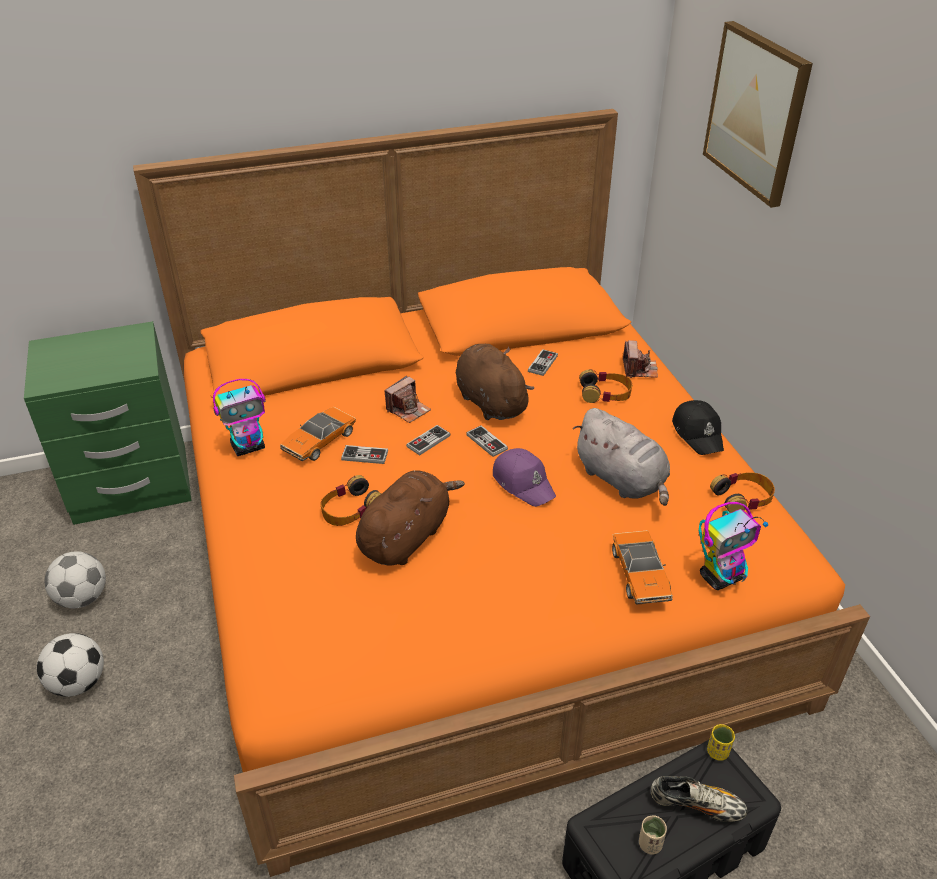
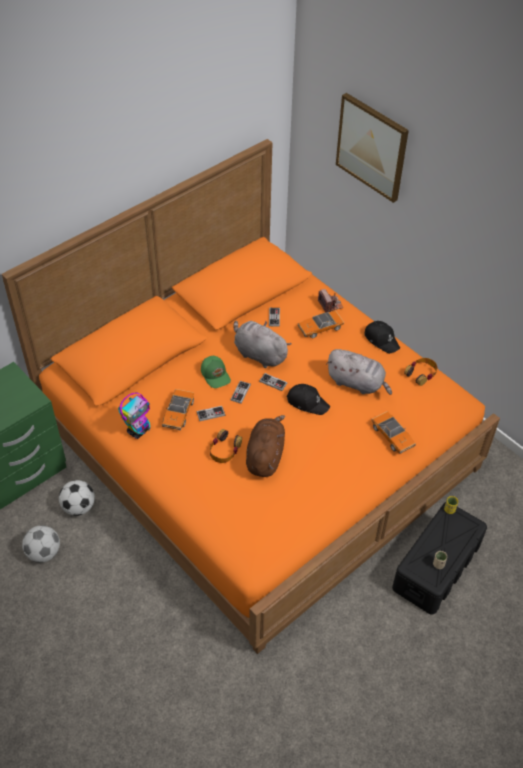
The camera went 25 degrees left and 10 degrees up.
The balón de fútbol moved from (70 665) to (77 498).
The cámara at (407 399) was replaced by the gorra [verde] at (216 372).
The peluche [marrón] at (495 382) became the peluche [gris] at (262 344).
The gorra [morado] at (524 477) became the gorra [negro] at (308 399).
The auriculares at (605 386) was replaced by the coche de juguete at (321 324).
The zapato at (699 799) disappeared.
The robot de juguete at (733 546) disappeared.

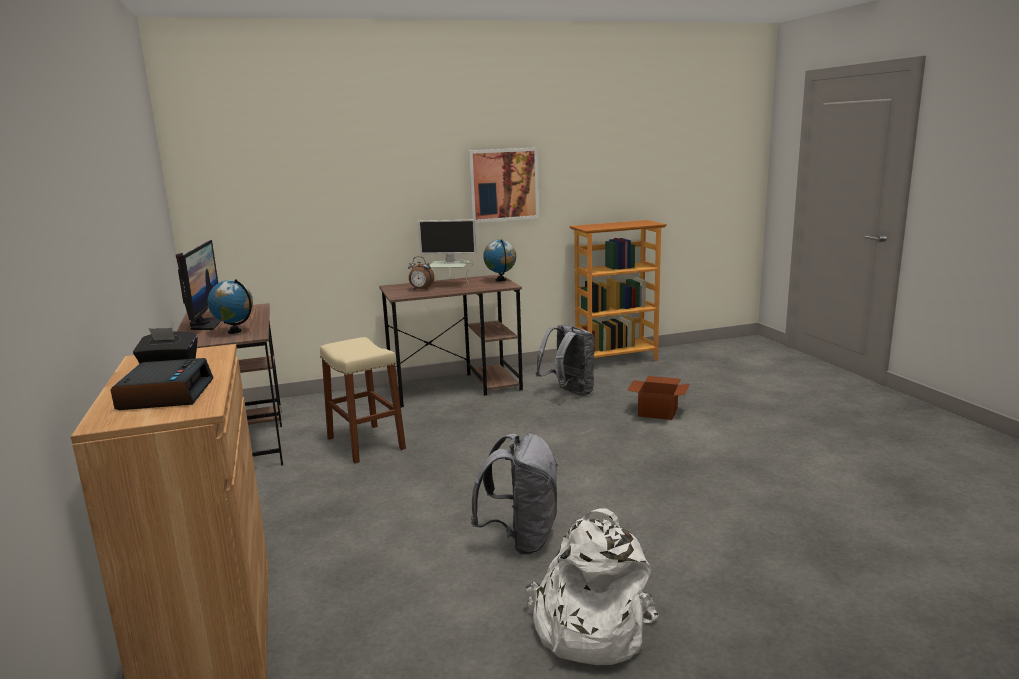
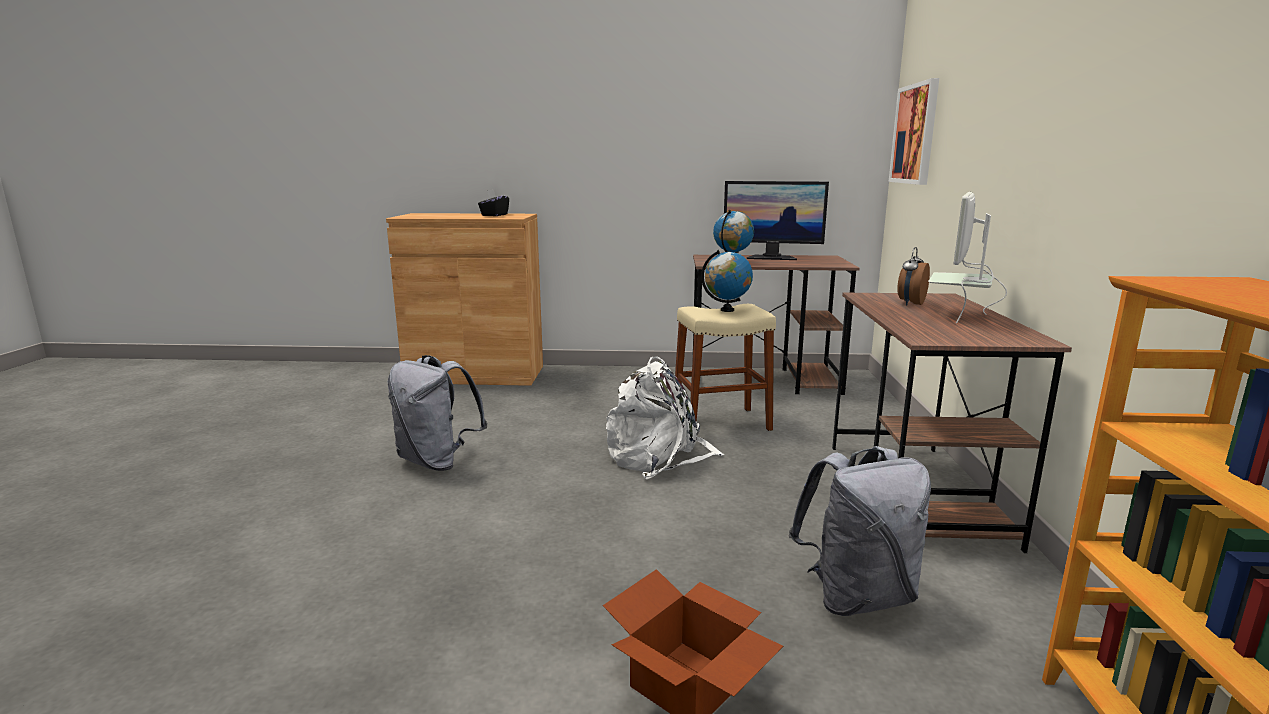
The camera went 110 degrees right and 0 degrees up.
The despertador at (162 384) disappeared.
The cuadro moved from (503 185) to (914 131).
The globo terráqueo moved from (499 260) to (727 281).
The mochila [blanco] moved from (592 586) to (665 418).

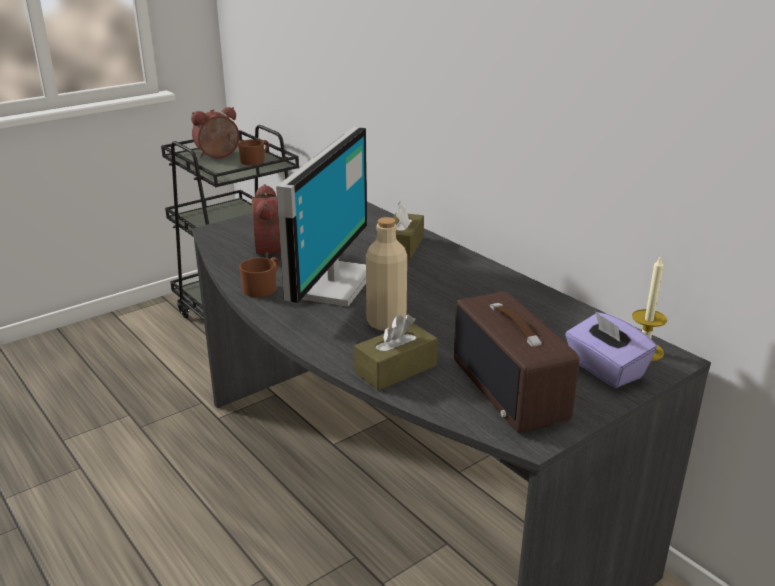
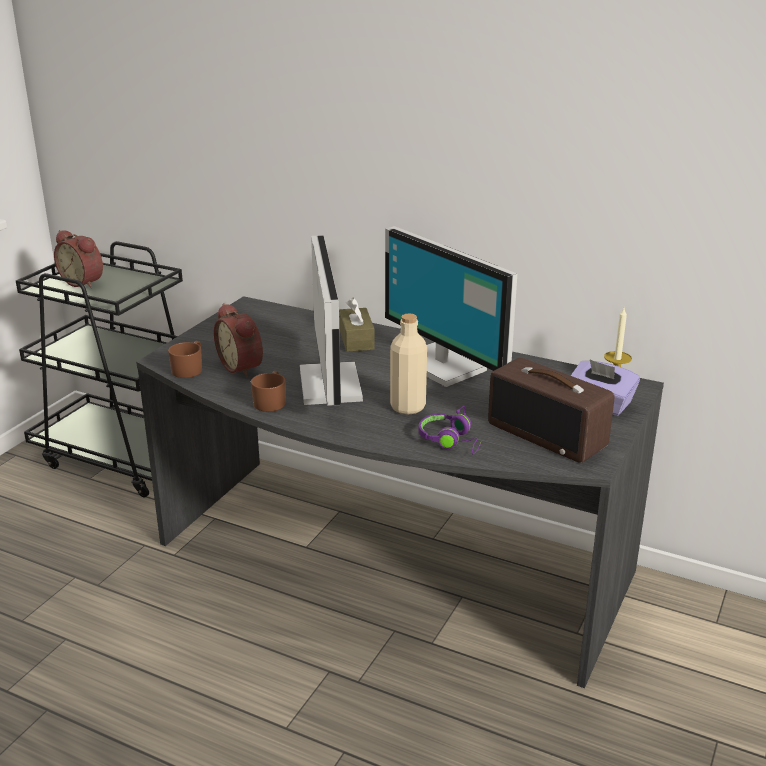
The camera went 25 degrees left and 0 degrees up.
The despertador at (215 133) turned 90 degrees counterclockwise.
The taza grande [marrón] moved from (253 152) to (185 359).
The caja de pañuelos [marrón] at (395 352) was replaced by the auriculares [morado] at (450 430).
The monitor at (451 306) appeared.

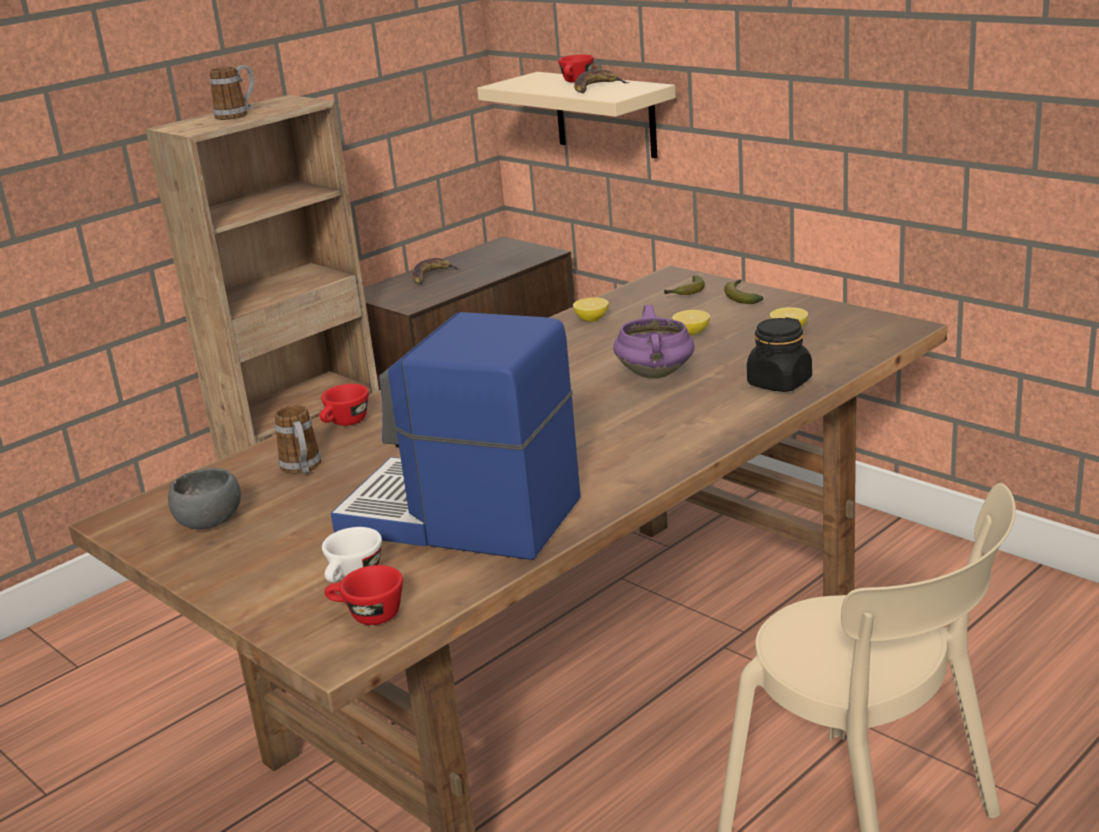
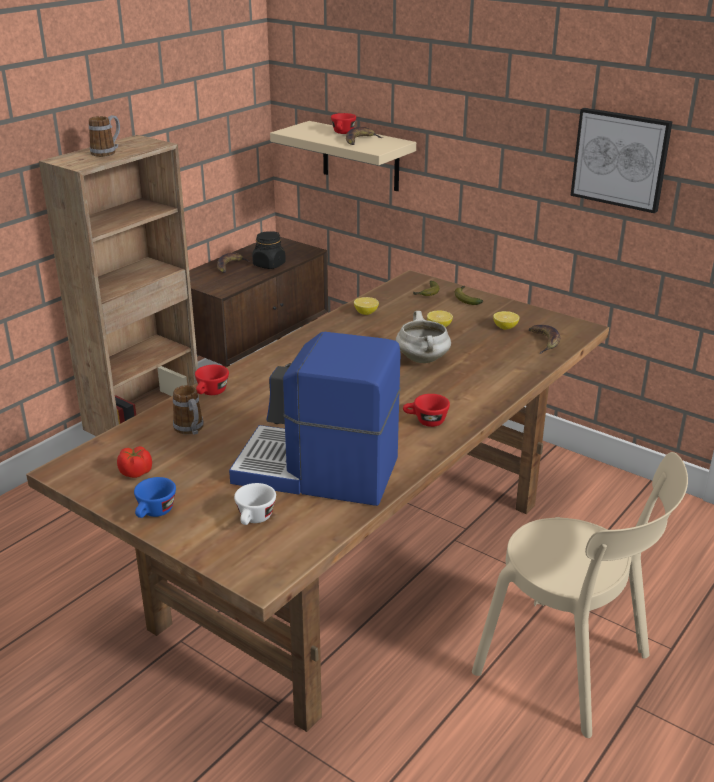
The camera went 10 degrees left and 5 degrees up.
The cuenco [gris] at (204 498) was replaced by the tomate at (134 462).
The taza [rojo] moved from (363 595) to (426 410).
The olla [morado] at (653 342) became the olla [blanco] at (423 337).
The tarro [negro] moved from (779 354) to (269 250).
The taza [azul] at (155 497) appeared.
The plátano at (544 339) appeared.
The cuadro at (621 160) appeared.

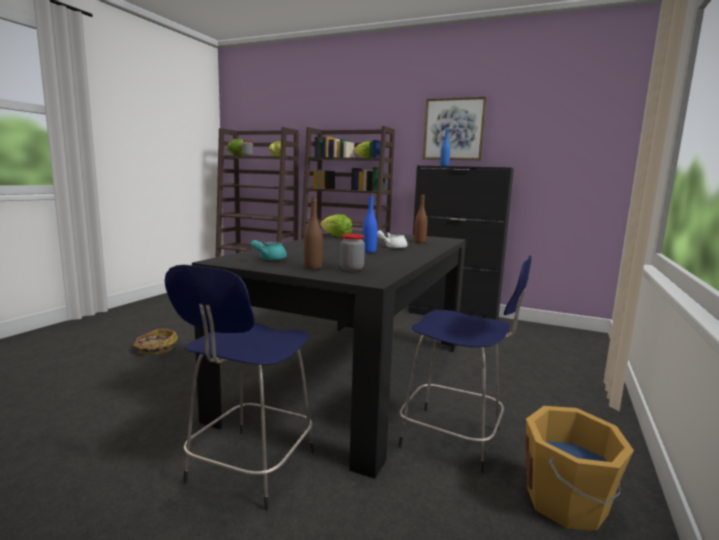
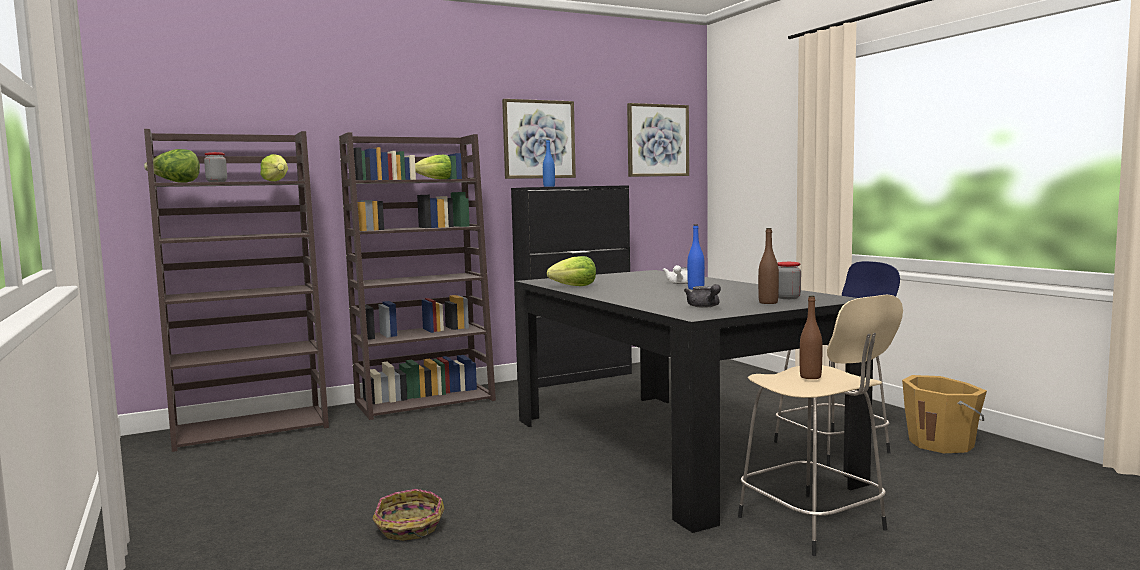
The camera went 50 degrees left and 5 degrees down.
The taburete [azul] at (239 388) became the taburete [beis] at (820 425).
The tetera [turquesa] at (269 250) became the tetera [gris] at (702 295).
The botella [marrón] moved from (420 218) to (811 337).
The cuadro at (658 140) appeared.

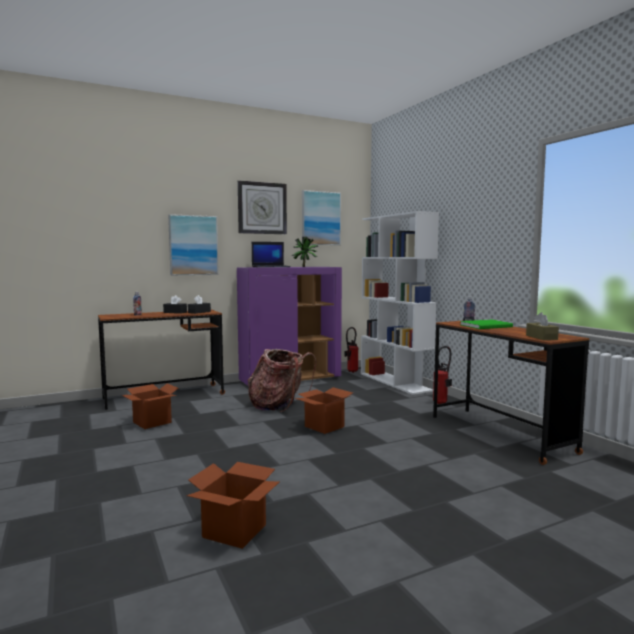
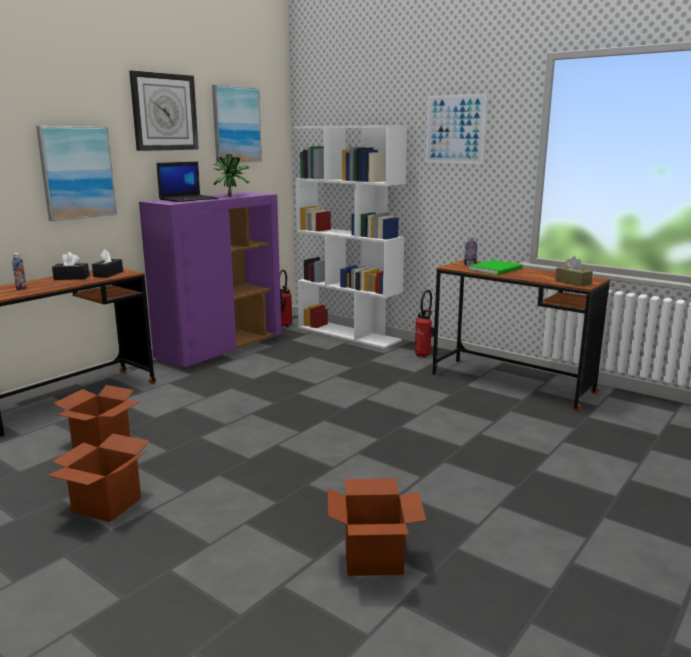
The camera went 25 degrees left and 10 degrees up.
The mochila at (282 380) disappeared.
The caja de cartón moved from (324 410) to (98 477).
The cuadro at (456 128) appeared.

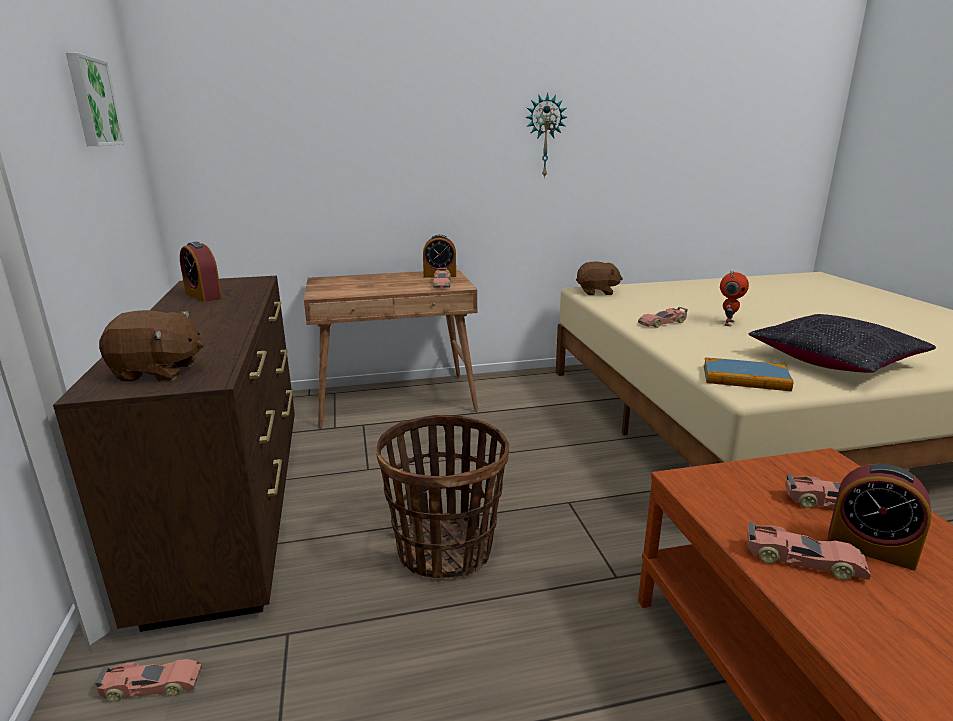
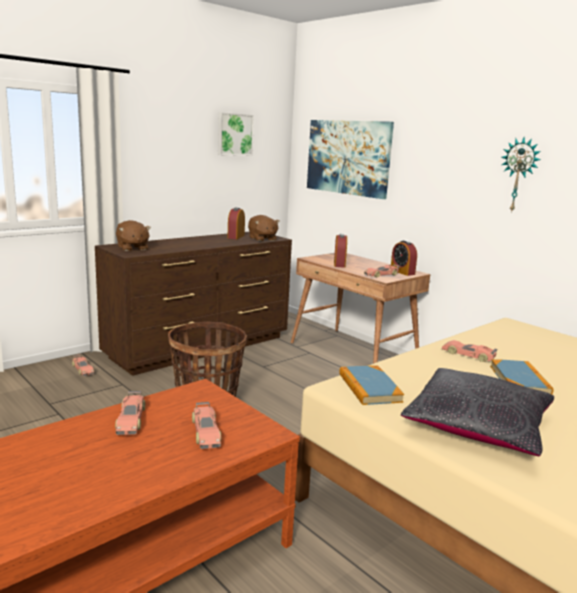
The camera went 60 degrees right and 5 degrees down.
The peluche [marrón] moved from (599 278) to (264 228).
The robot de juguete at (734 298) was replaced by the libro at (521 376).
The despertador moved from (880 517) to (340 251).
The cuadro at (350 159) appeared.

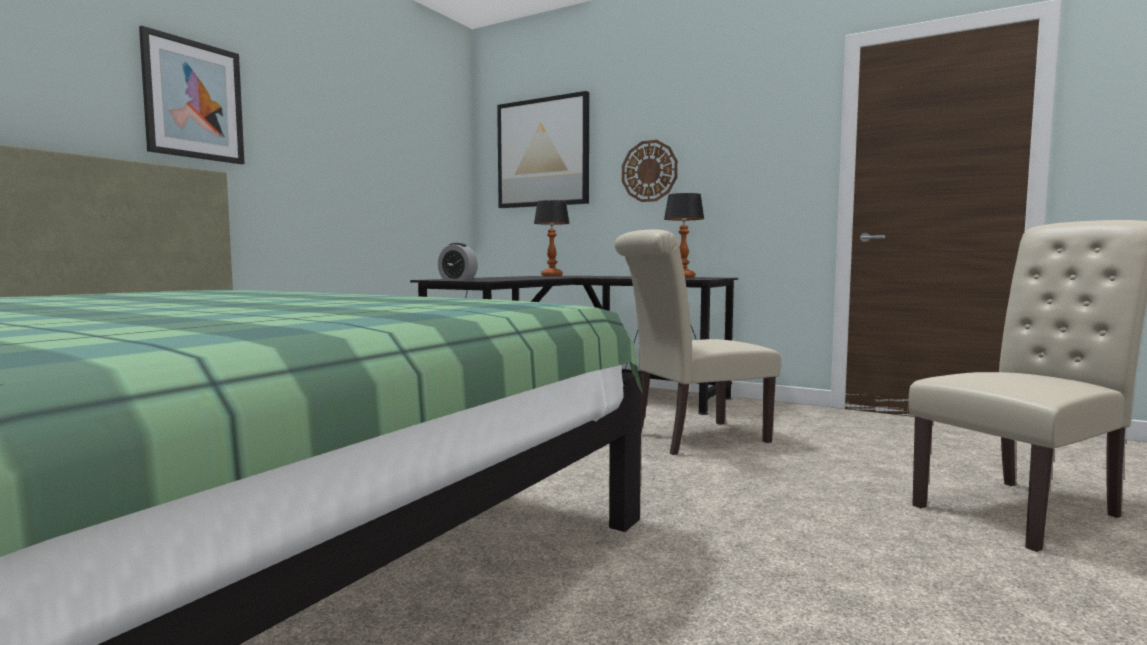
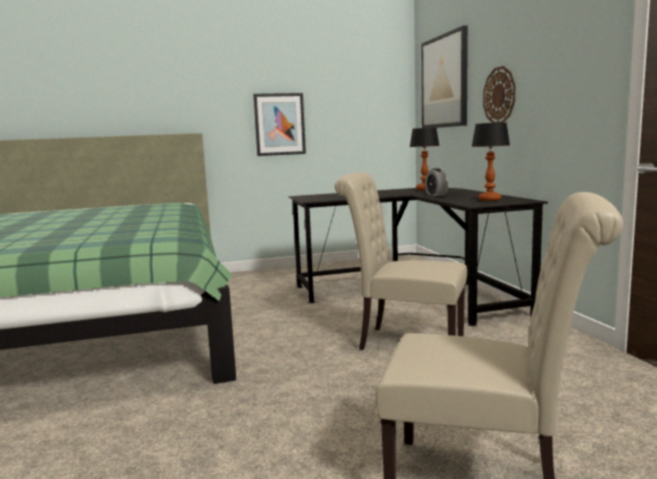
The camera went 45 degrees right and 5 degrees up.
The cuadro moved from (191 95) to (279 124).
The despertador moved from (458 261) to (436 182).

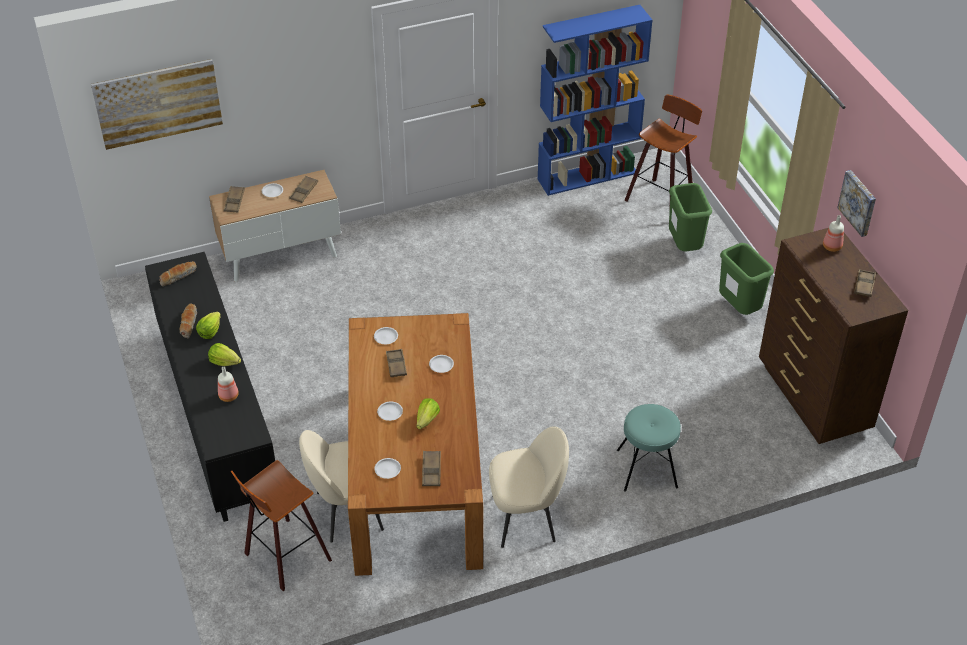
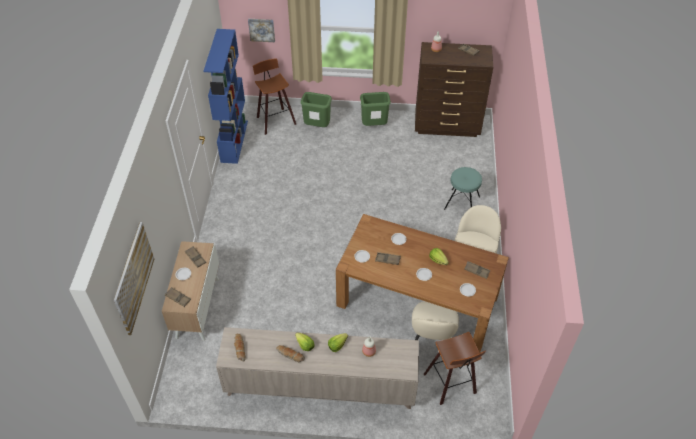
The camera went 65 degrees left and 5 degrees up.
The armario [negro] at (210 387) became the armario [beis] at (317 368).
The cuadro moved from (856 203) to (261 30).

